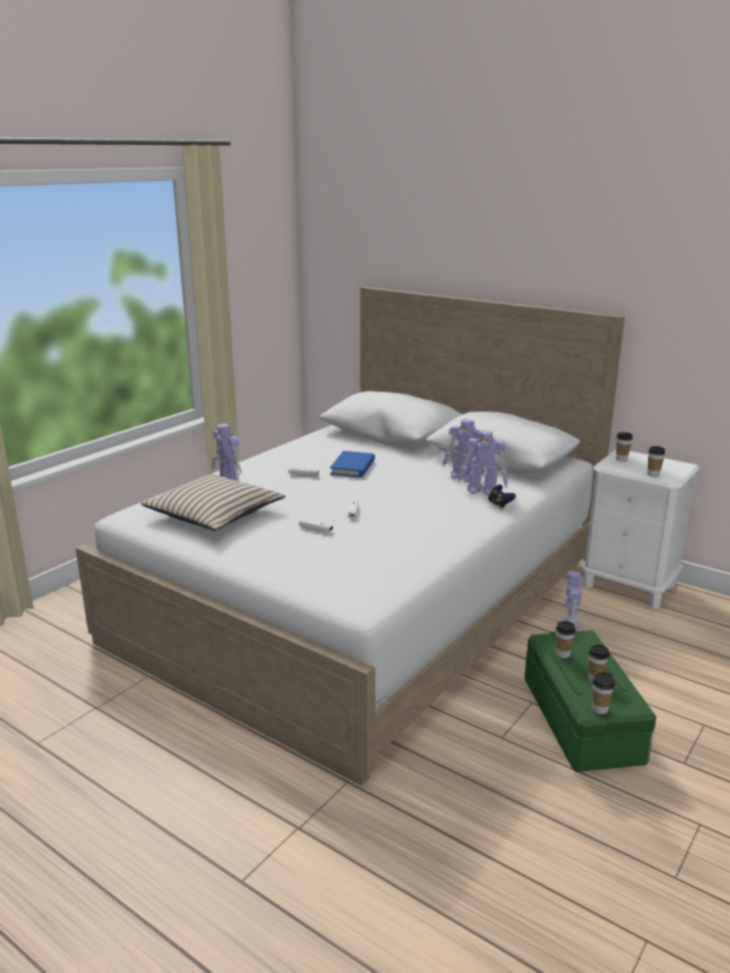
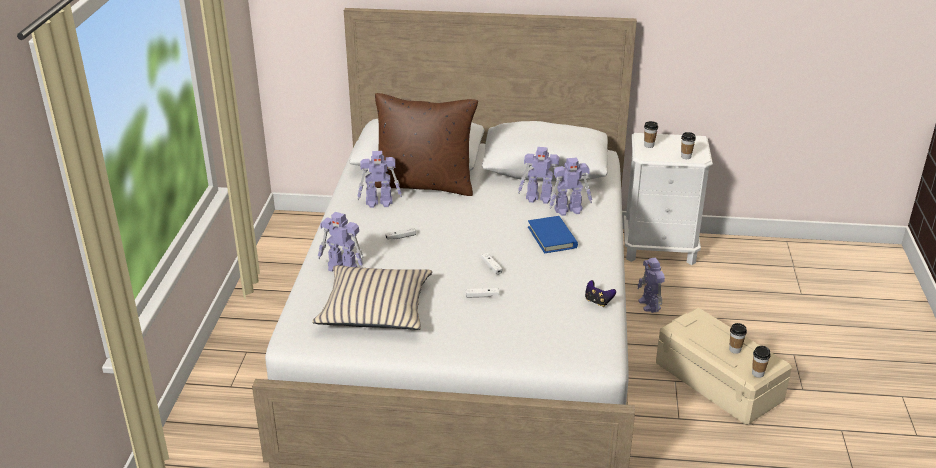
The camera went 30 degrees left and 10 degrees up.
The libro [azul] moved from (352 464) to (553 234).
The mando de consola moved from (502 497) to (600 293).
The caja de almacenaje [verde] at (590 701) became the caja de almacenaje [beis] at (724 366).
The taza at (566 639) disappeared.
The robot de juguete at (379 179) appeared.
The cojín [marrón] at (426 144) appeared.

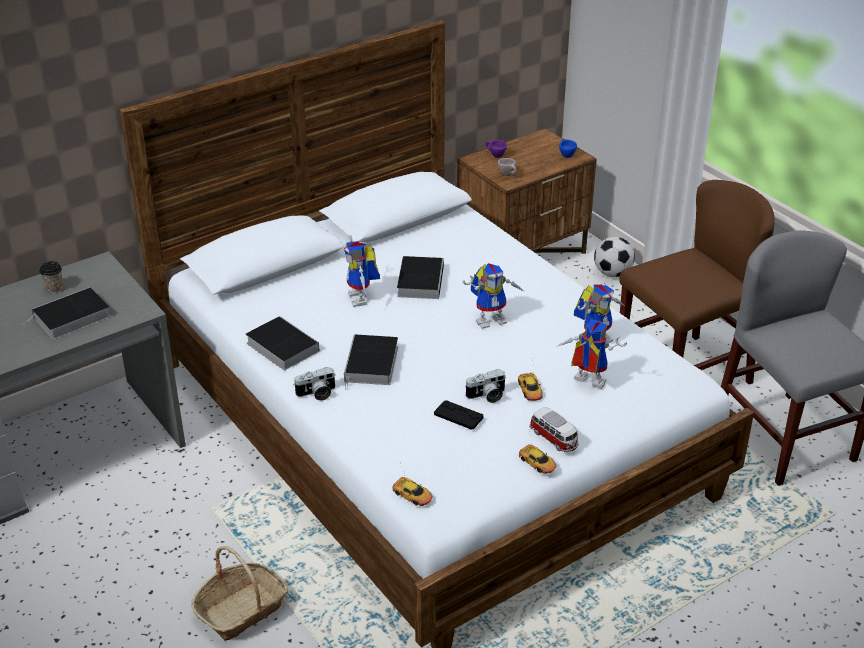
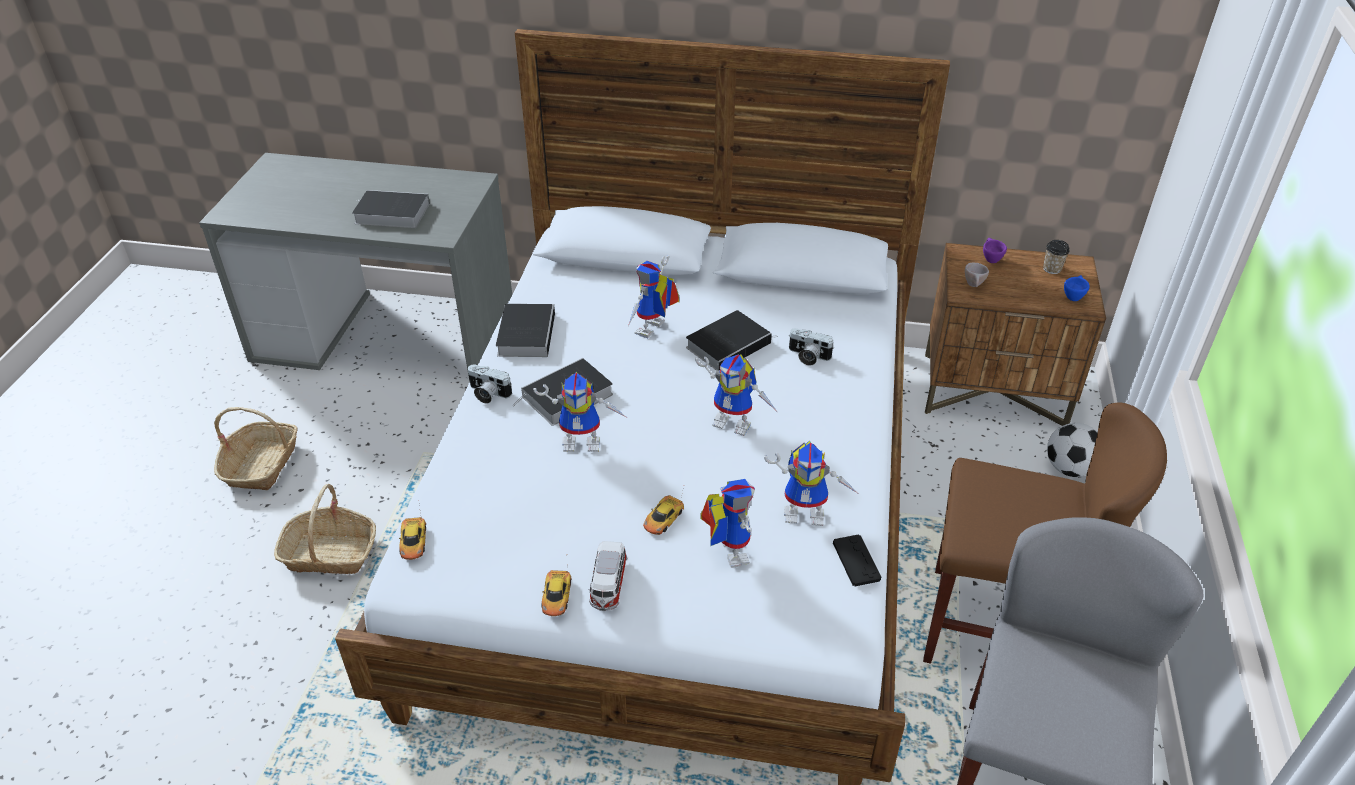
The camera went 45 degrees right and 5 degrees up.
The taza moved from (51 277) to (1056 257).
The mando de consola [negro] moved from (459 415) to (857 560).
The cámara moved from (486 386) to (811 347).
The cesta at (256 449) appeared.
The robot de juguete at (580 412) appeared.

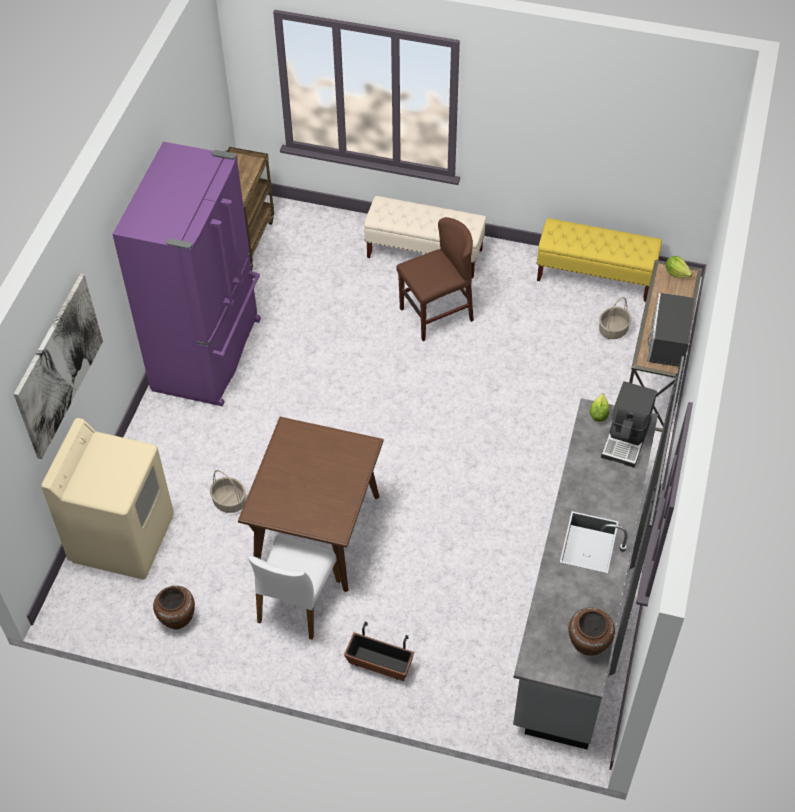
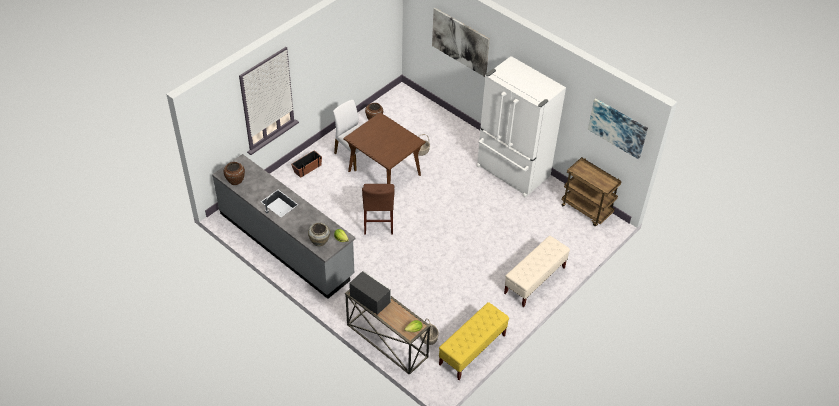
The camera went 115 degrees right and 5 degrees down.
The lavadora [beis] at (107 499) disappeared.
The nevera [morado] at (186 274) became the nevera [blanco] at (521 126).
The silla [marrón] moved from (435 279) to (378 209).
The cafetera at (629 424) was replaced by the florero [beis] at (319 234).
The cuadro at (618 128) appeared.

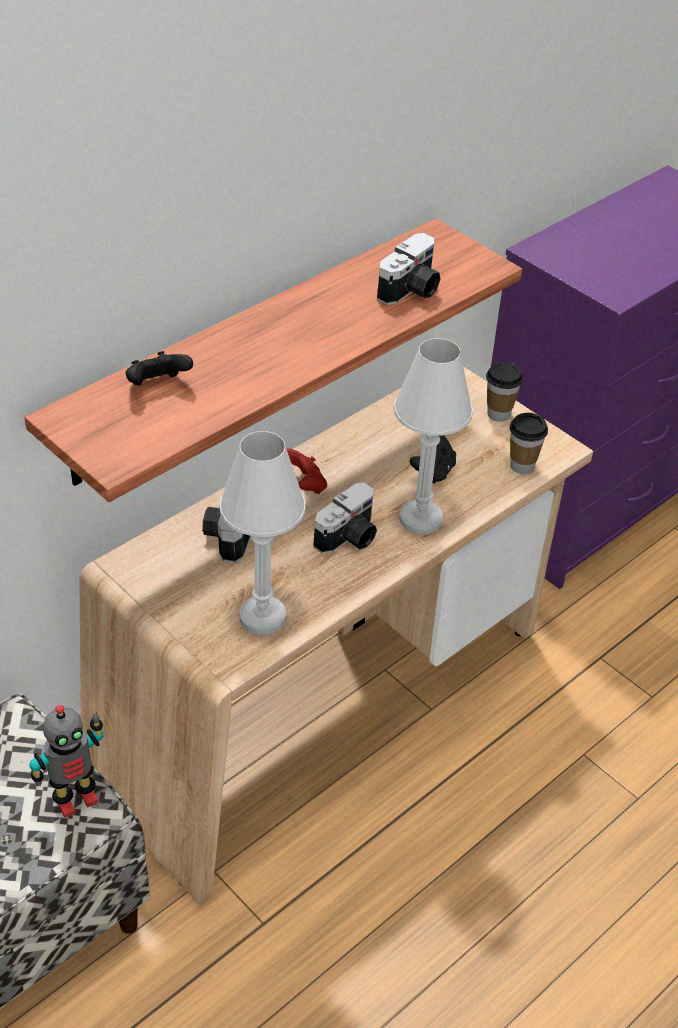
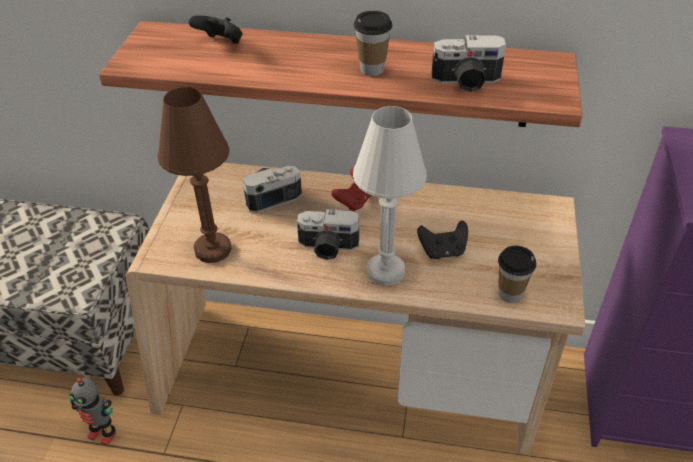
The camera went 55 degrees right and 0 degrees up.
The robot de juguete moved from (66 761) to (92 411).
The lámpara de mesa [blanco] at (262 533) became the lámpara de mesa [marrón] at (195 175).
The taza moved from (504 392) to (373 43).

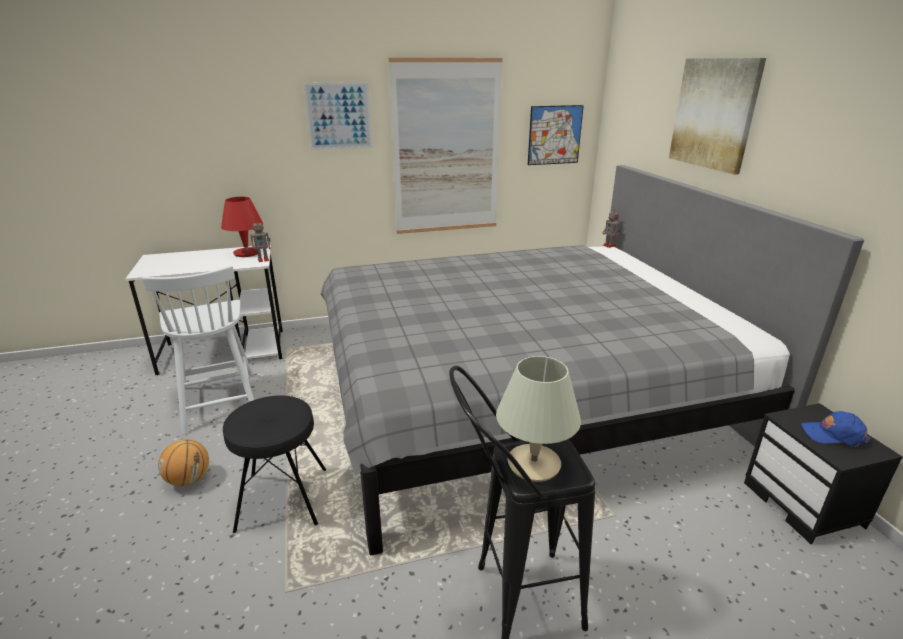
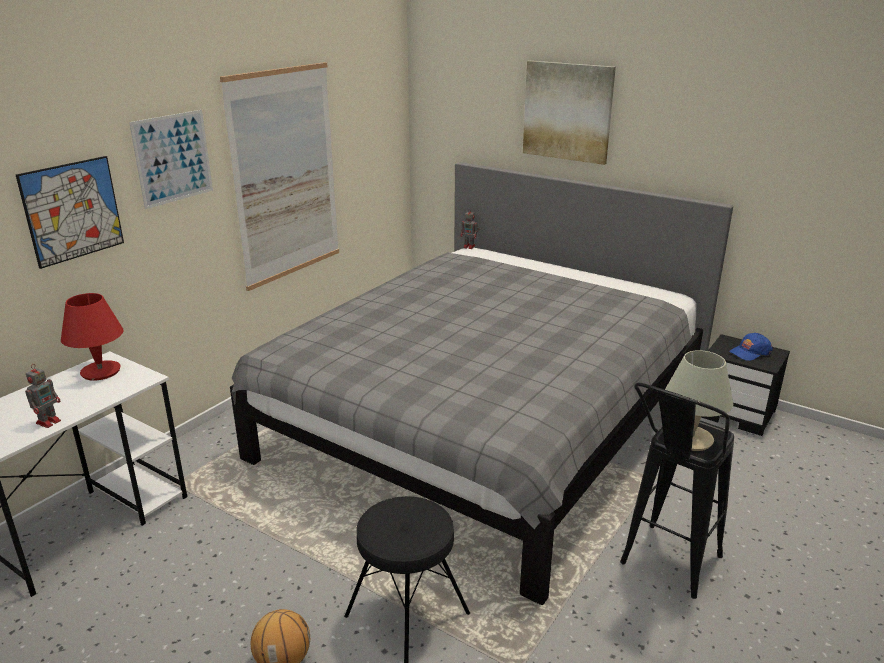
The camera went 40 degrees left and 0 degrees up.
The silla [blanco] at (198 350) disappeared.
The robot de juguete moved from (260 242) to (43 396).
The cuadro moved from (556 135) to (70 212).

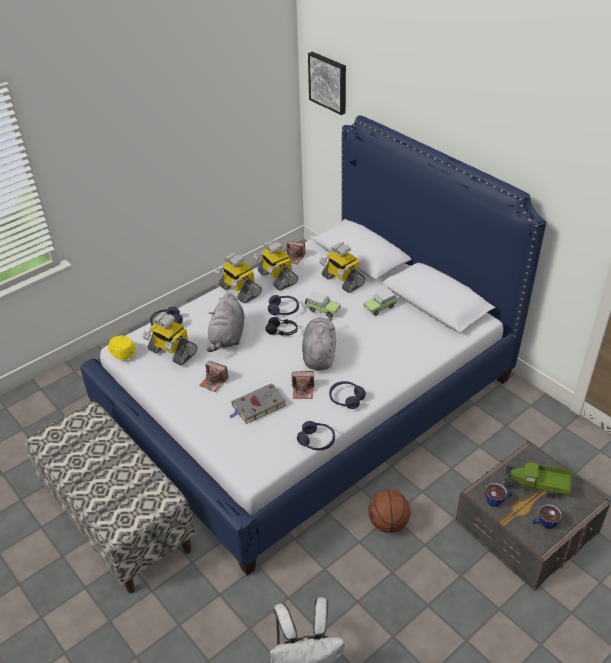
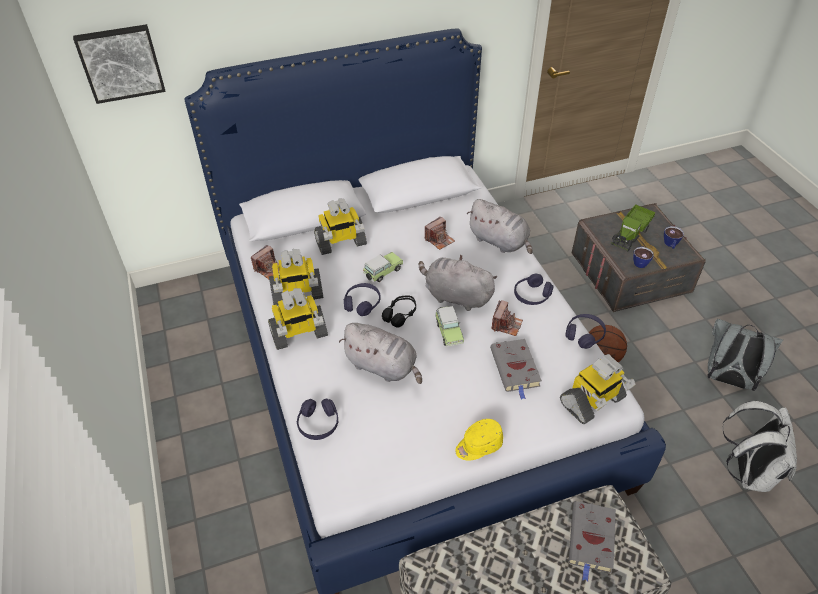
The camera went 70 degrees left and 5 degrees up.
The gorra [amarillo] moved from (122 348) to (479 440).
The robot de juguete moved from (170 339) to (598 389).
The cámara moved from (214 376) to (440 233).
The coche de juguete moved from (380 302) to (449 326).
The peluche [gris] at (499 226) appeared.
The libro [gris] at (592 541) appeared.
The mochila [gris] at (745 355) appeared.

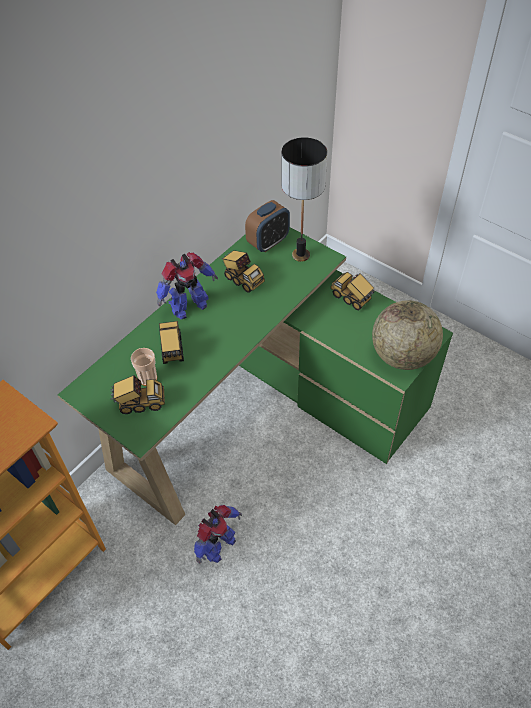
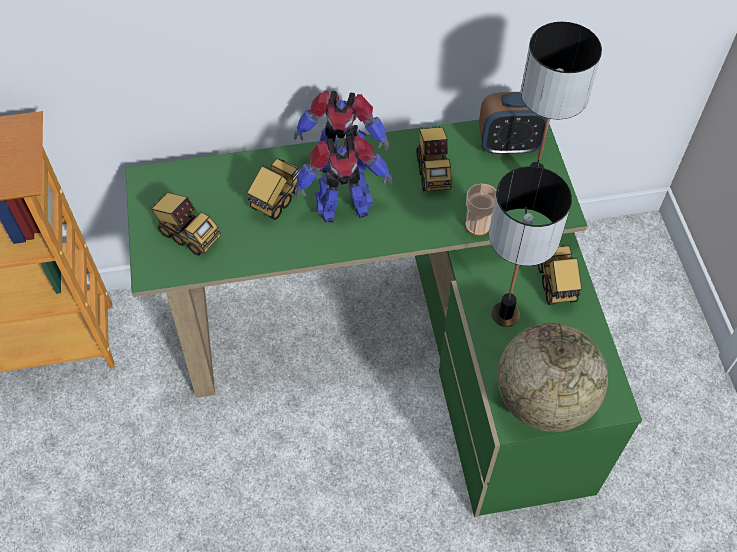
The camera went 40 degrees right and 5 degrees up.
The taza moved from (144 367) to (480 210).
The robot de juguete moved from (218 534) to (343 178).
The lámpara de mesa at (530 246) appeared.

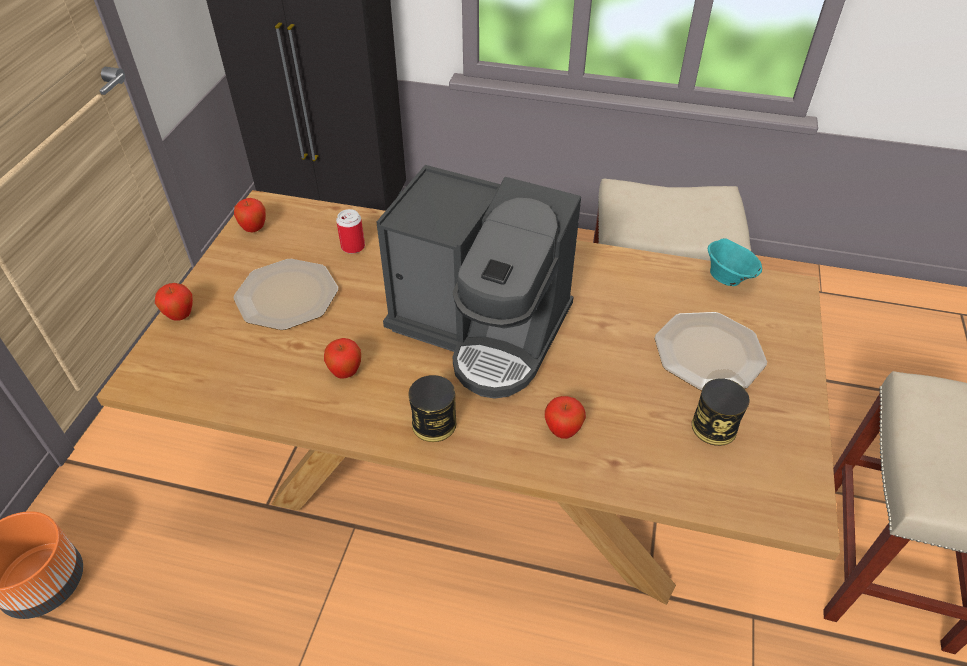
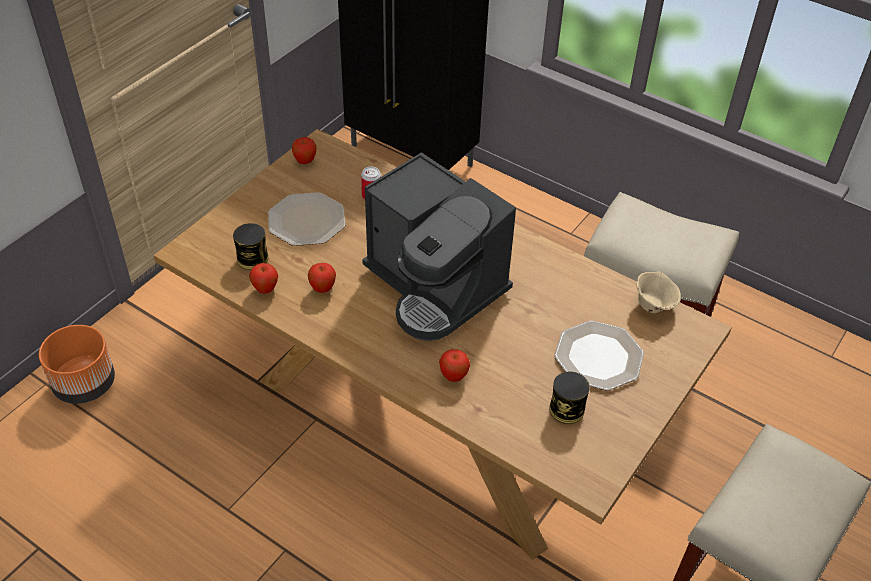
The camera went 20 degrees right and 0 degrees up.
The manzana moved from (174 302) to (263 278).
The lata moved from (432 408) to (250 246).
The cuenco [turquesa] at (735 262) became the cuenco [beis] at (658 292).

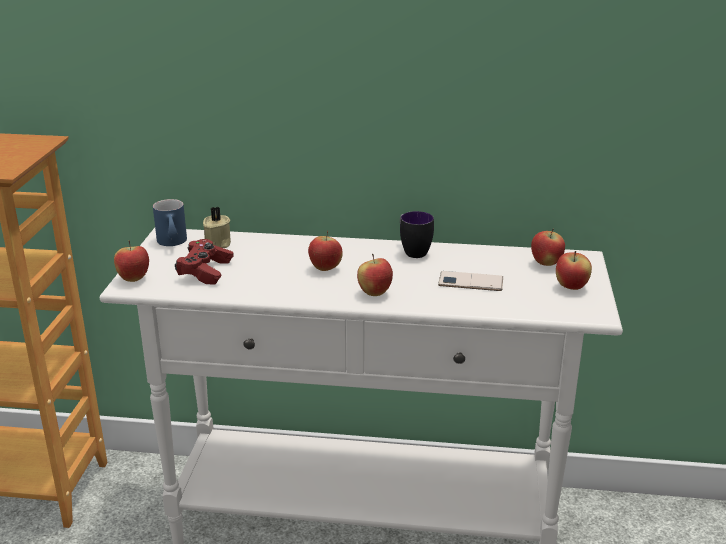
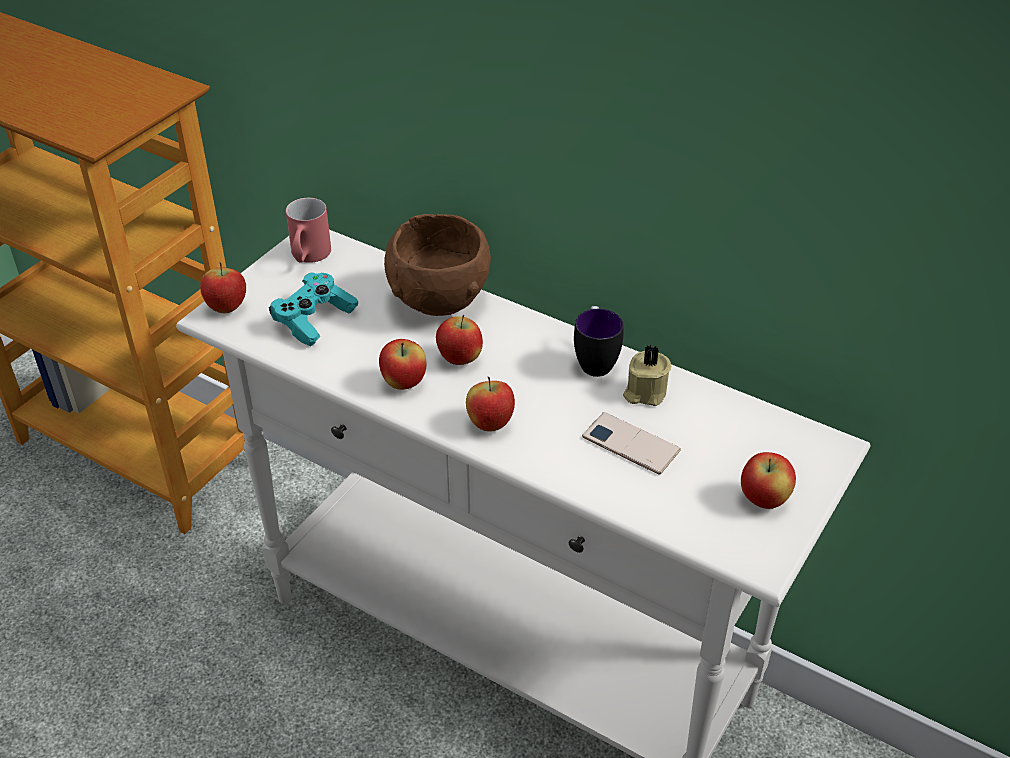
The camera went 25 degrees right and 15 degrees up.
The taza grande [azul] at (170 222) became the taza grande [rojo] at (308 230).
The mando de consola [rojo] at (204 262) became the mando de consola [turquesa] at (313 310).
The vela [beis] moved from (217 227) to (647 375).
The manzana moved from (548 247) to (403 364).
The cuenco [marrón] at (437 265) appeared.

